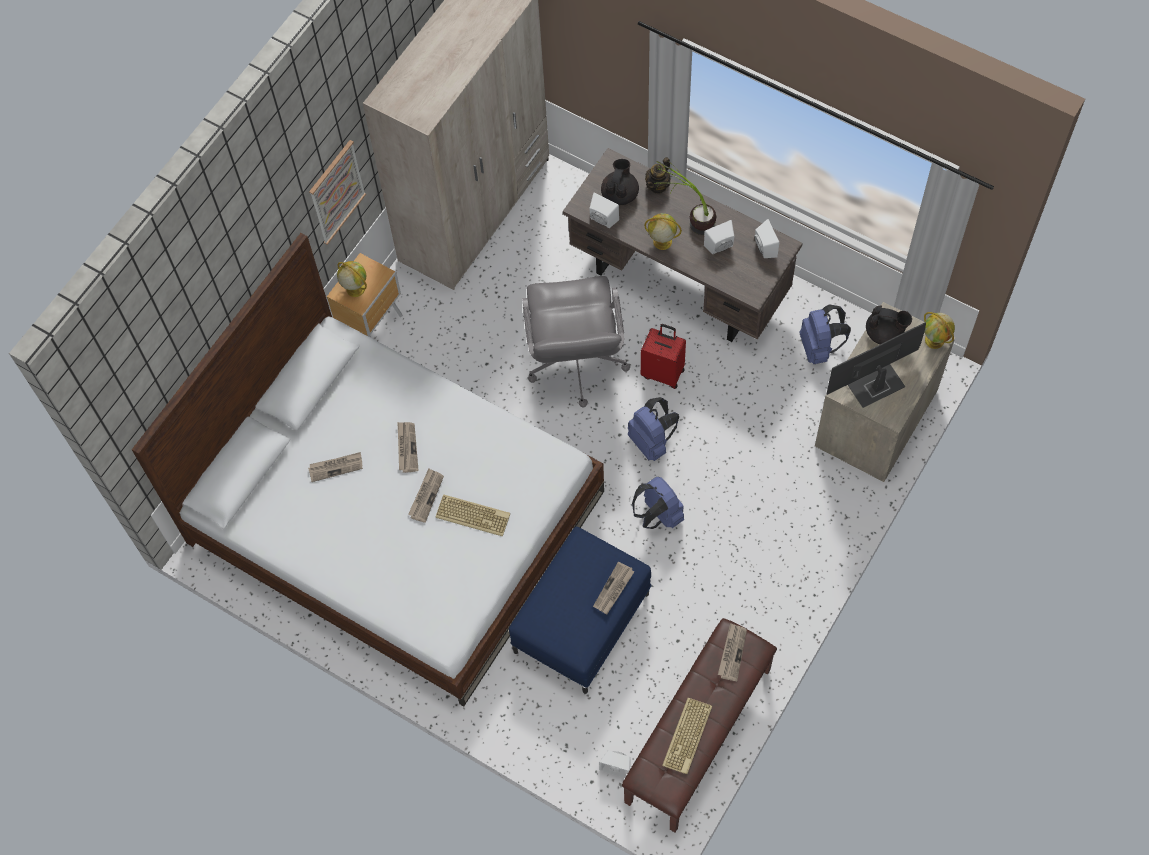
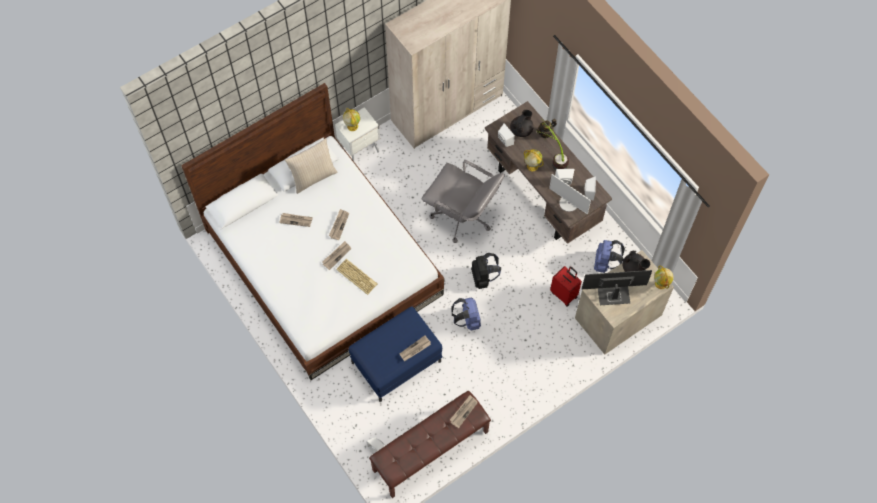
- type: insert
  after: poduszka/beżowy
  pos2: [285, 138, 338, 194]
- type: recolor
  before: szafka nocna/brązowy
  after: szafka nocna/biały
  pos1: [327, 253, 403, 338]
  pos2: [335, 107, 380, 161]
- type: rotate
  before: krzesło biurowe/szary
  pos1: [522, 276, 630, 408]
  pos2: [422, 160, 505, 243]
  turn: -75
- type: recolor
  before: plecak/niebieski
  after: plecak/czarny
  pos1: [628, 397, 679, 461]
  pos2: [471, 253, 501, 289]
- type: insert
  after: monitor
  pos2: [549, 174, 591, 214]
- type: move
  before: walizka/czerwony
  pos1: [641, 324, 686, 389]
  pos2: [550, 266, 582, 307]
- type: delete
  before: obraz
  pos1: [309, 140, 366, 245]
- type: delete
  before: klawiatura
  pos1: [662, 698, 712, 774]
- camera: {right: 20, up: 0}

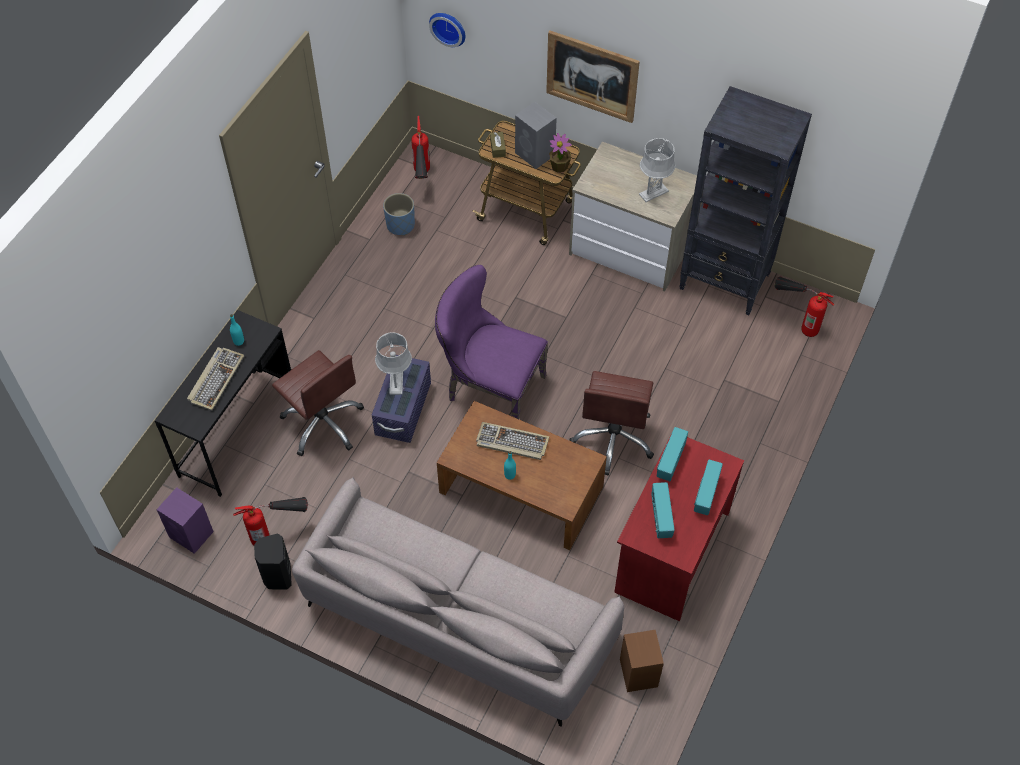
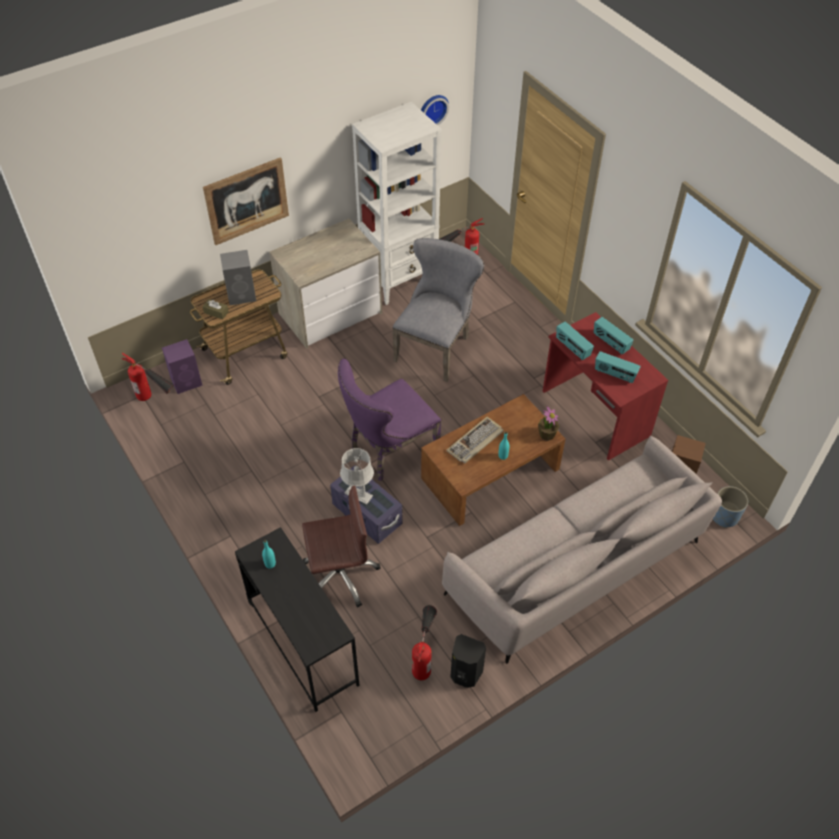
- type: move
  before: głośnik/fioletowy
  pos1: [157, 487, 214, 554]
  pos2: [162, 339, 202, 394]
- type: recolor
  before: regał/czarny
  after: regał/biały
  pos1: [679, 86, 812, 315]
  pos2: [352, 102, 442, 305]
- type: insert
  after: krzesło/szary
  pos2: [392, 238, 484, 382]
- type: move
  before: zegar ścienny
  pos1: [429, 13, 465, 47]
  pos2: [421, 95, 449, 125]
- type: move
  before: roślina doniczkowa
  pos1: [549, 133, 572, 173]
  pos2: [538, 406, 559, 441]
- type: move
  before: donica/niebieski
  pos1: [383, 193, 415, 236]
  pos2: [713, 486, 748, 528]
- type: delete
  before: klawiatura
  pos1: [187, 347, 244, 410]
- type: delete
  before: krzesło biurowe/brązowy
  pos1: [569, 371, 654, 476]
- type: delete
  before: lampa stołowa/szary
  pos1: [639, 138, 675, 202]
- camera: {right: -60, up: -5}

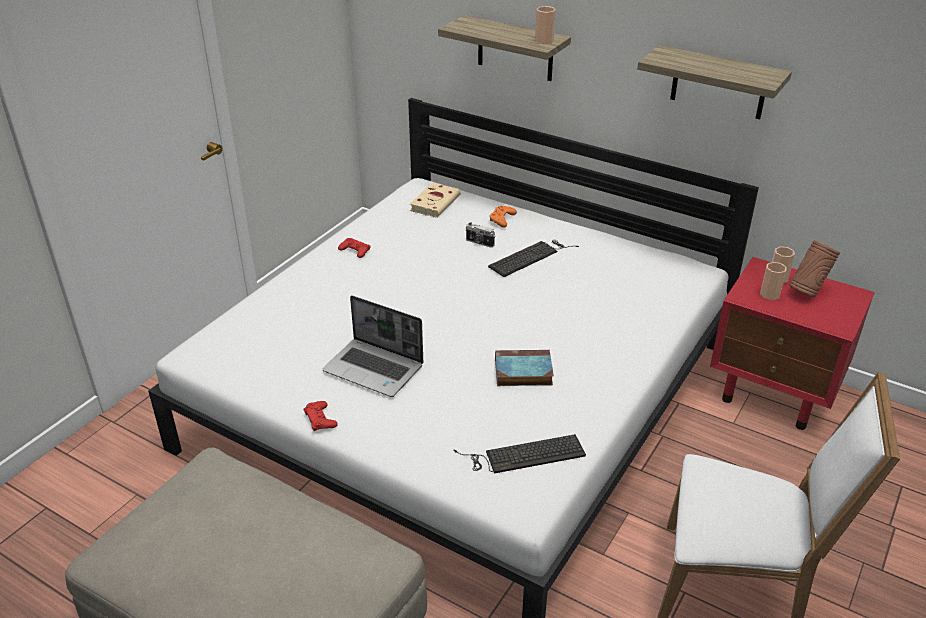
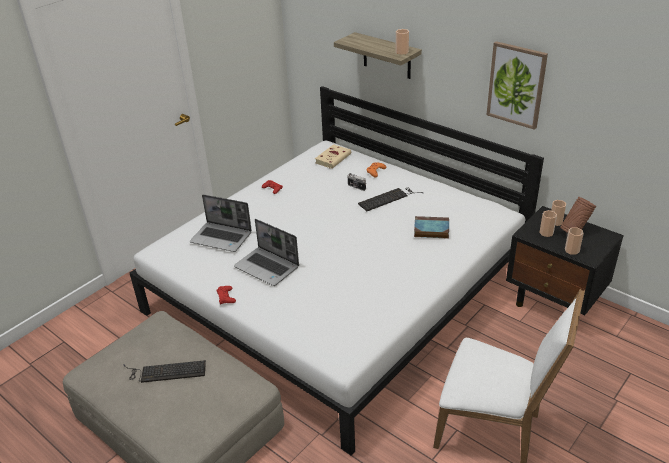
- type: move
  before: klawiatura
  pos1: [453, 434, 586, 474]
  pos2: [123, 360, 206, 383]
- type: insert
  after: laptop
  pos2: [190, 194, 252, 252]
- type: move
  before: książka
  pos1: [495, 350, 554, 386]
  pos2: [414, 216, 449, 239]
- type: replace
  before: półka
  after: obraz
  pos1: [637, 45, 792, 120]
  pos2: [487, 41, 548, 130]
- type: recolor
  before: szafka nocna/czerwony
  after: szafka nocna/czarny
  pos1: [710, 257, 875, 430]
  pos2: [506, 206, 624, 315]
- type: insert
  after: filiżanka
  pos2: [565, 227, 584, 255]
- camera: {right: 10, up: 0}

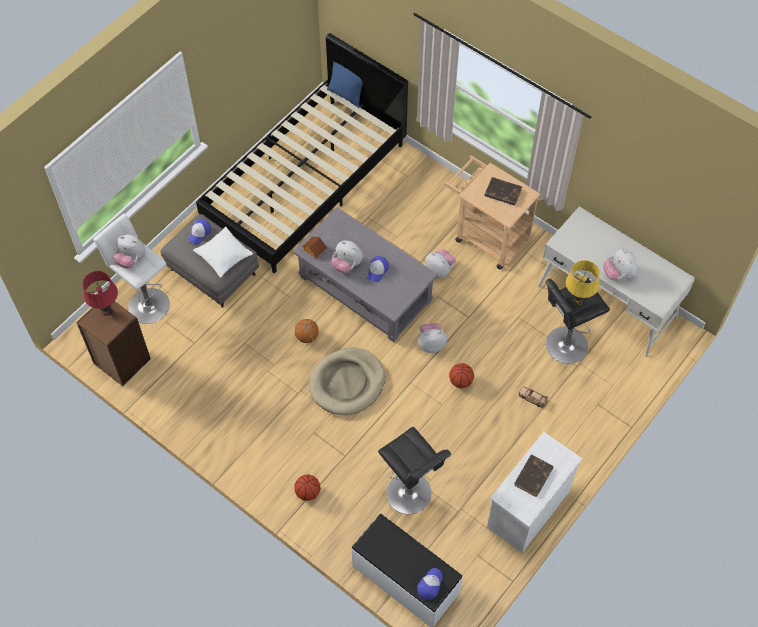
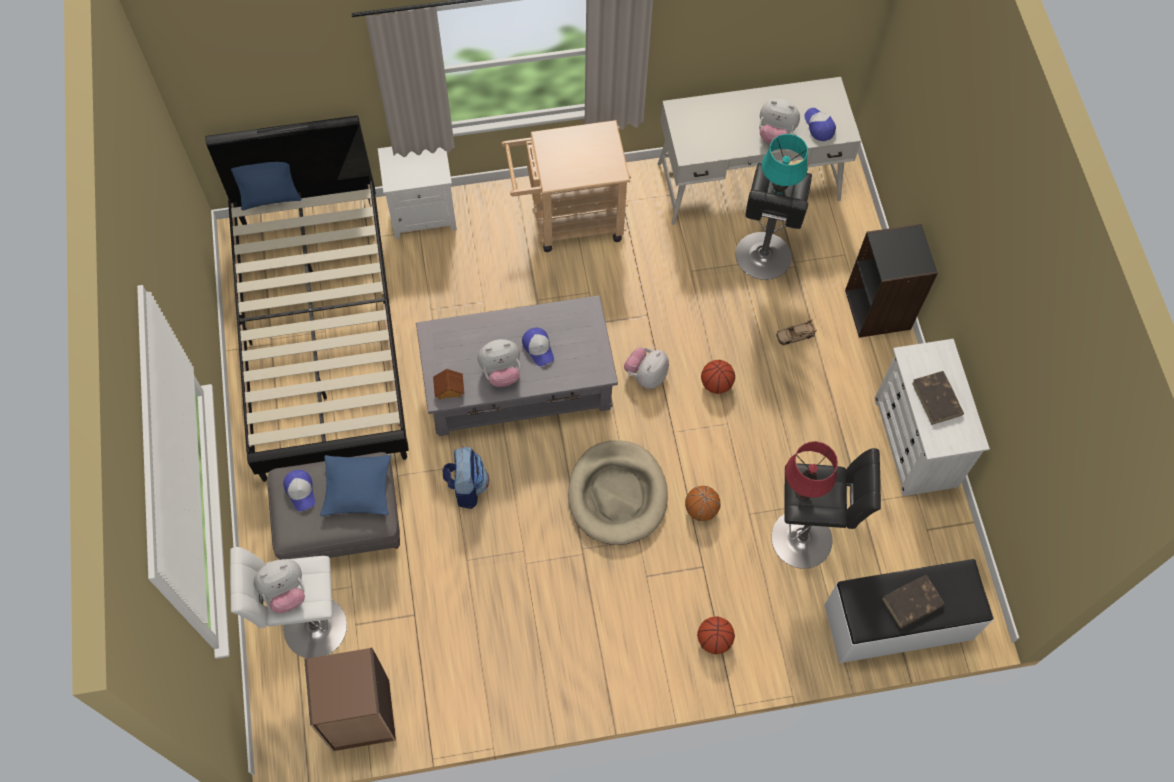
- type: recolor
  before: poduszka/biały
  after: poduszka/niebieski
  pos1: [193, 227, 253, 278]
  pos2: [320, 454, 391, 516]
- type: insert
  after: szafka nocna/biały
  pos2: [378, 146, 457, 239]
- type: insert
  after: plecak
  pos2: [443, 446, 489, 509]
- type: move
  before: piłka do koszykówki
  pos1: [295, 319, 319, 343]
  pos2: [685, 486, 720, 521]
- type: recolor
  before: lampa stołowa/żółty
  after: lampa stołowa/turkusowy
  pos1: [566, 260, 600, 305]
  pos2: [762, 134, 808, 196]
- type: move
  before: lampa stołowa/czerwony
  pos1: [82, 271, 118, 316]
  pos2: [785, 441, 838, 500]
- type: move
  before: czapka z daszkiem
  pos1: [417, 568, 443, 600]
  pos2: [804, 108, 836, 141]
- type: insert
  after: regał/czarny
  pos2: [845, 224, 938, 338]
- type: move
  before: książka/brązowy
  pos1: [484, 177, 522, 206]
  pos2: [882, 575, 945, 629]
- type: delete
  before: pluszak
  pos1: [425, 249, 456, 278]
- camera: {right: -50, up: 5}

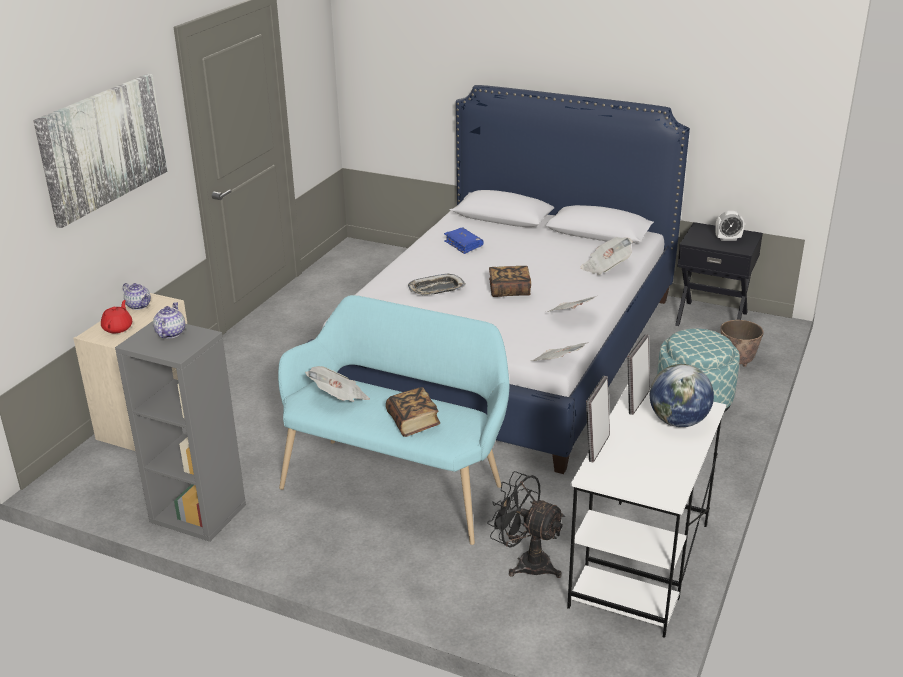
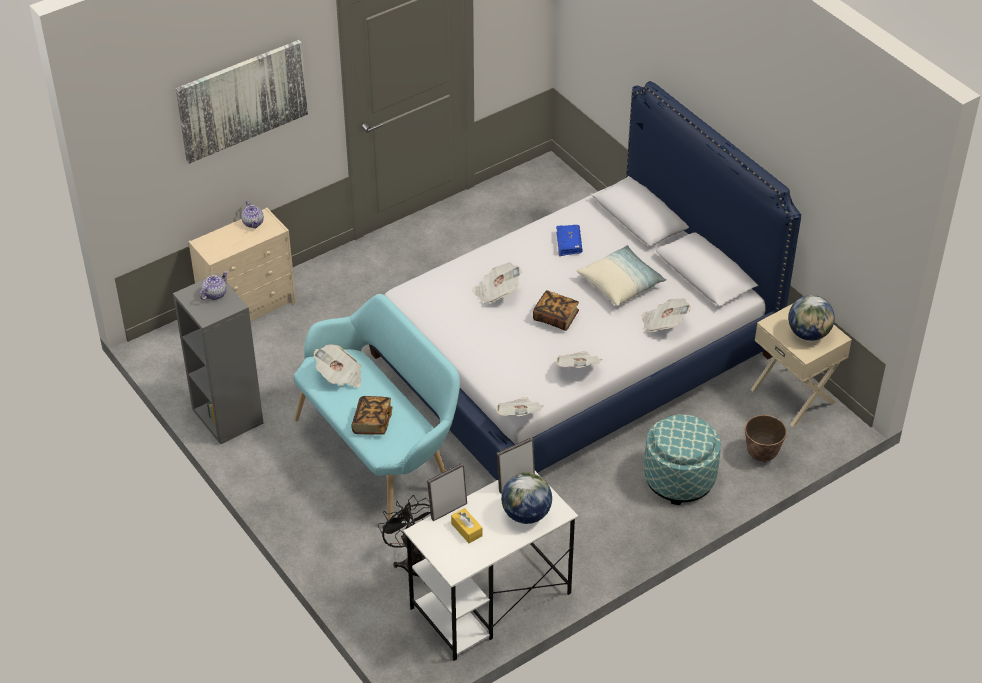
- type: insert
  after: pudełko chusteczek/żółty
  pos2: [451, 508, 482, 543]
- type: replace
  before: taca
  after: gazeta
  pos1: [408, 274, 466, 295]
  pos2: [472, 262, 522, 304]
- type: insert
  after: poduszka
  pos2: [576, 245, 667, 306]
- type: recolor
  before: szafka nocna/czarny
  after: szafka nocna/beżowy
  pos1: [675, 222, 763, 326]
  pos2: [751, 304, 852, 427]
- type: replace
  before: budzik
  after: globus
  pos1: [715, 211, 744, 241]
  pos2: [788, 295, 835, 341]
- type: delete
  before: imbryk/czerwony
  pos1: [101, 300, 132, 333]
- camera: {right: 30, up: 15}

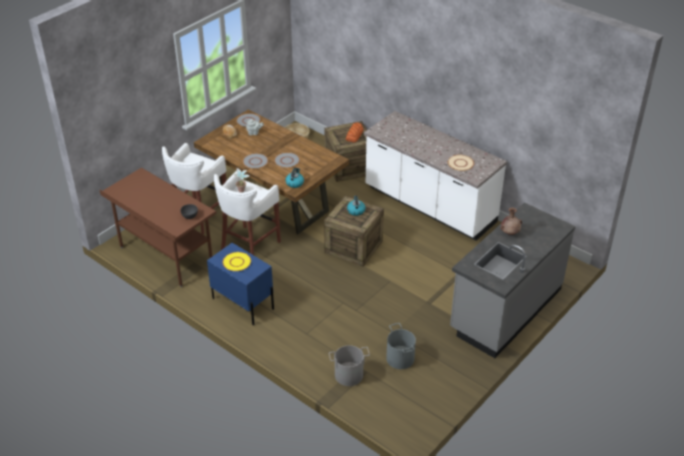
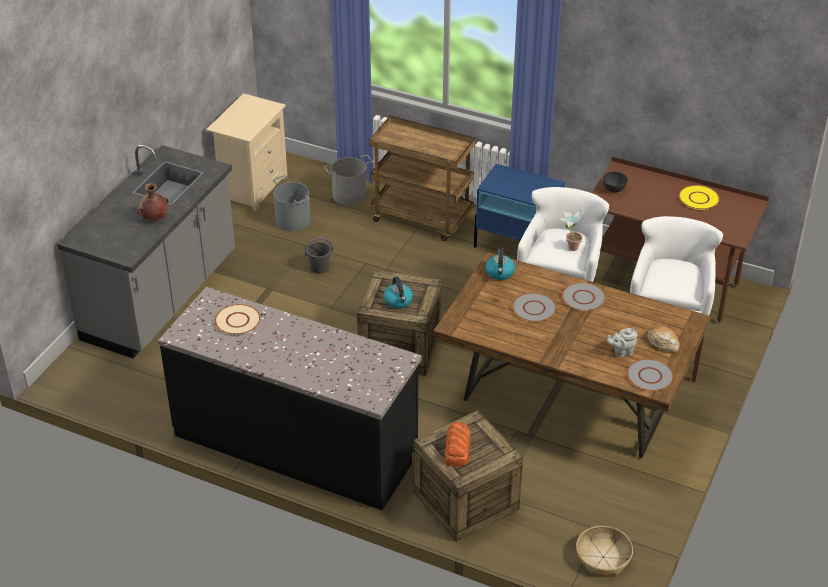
- type: recolor
  before: zabudowa kuchenna/biały
  after: zabudowa kuchenna/czarny
  pos1: [364, 111, 507, 241]
  pos2: [158, 287, 422, 510]
- type: insert
  after: szafka nocna/beżowy
  pos2: [206, 93, 287, 211]
- type: insert
  after: wiadro/szary
  pos2: [305, 238, 333, 274]
- type: insert
  after: wózek/brązowy
  pos2: [369, 116, 476, 241]
- type: move
  before: talerz/żółty
  pos1: [223, 252, 251, 271]
  pos2: [679, 185, 720, 210]
- camera: {right: 165, up: 0}

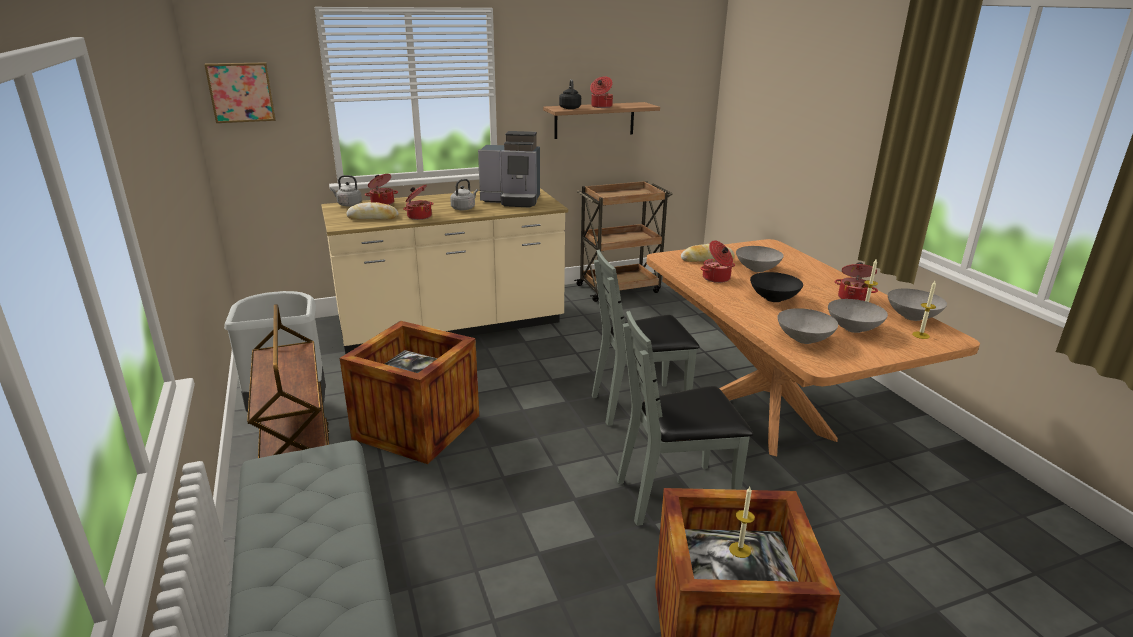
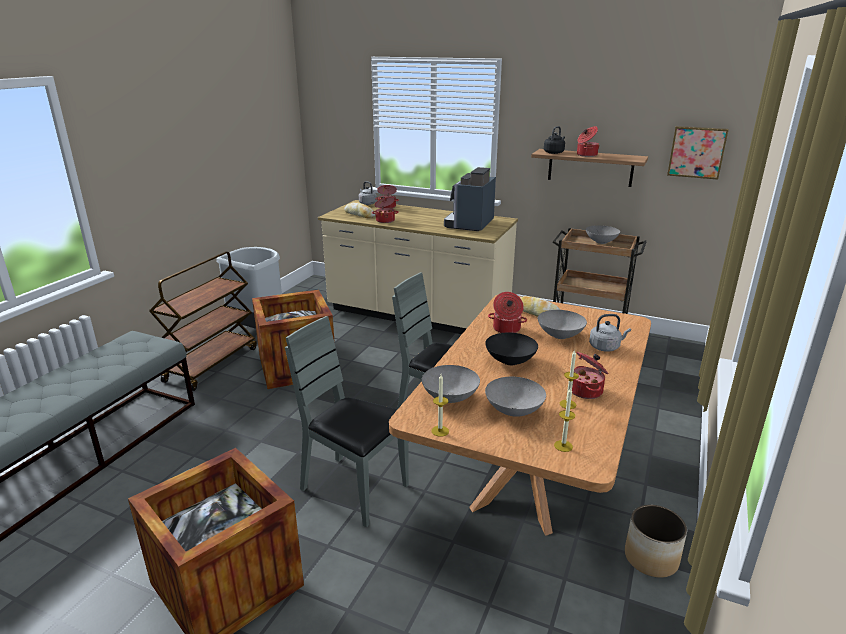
- type: move
  before: świeca
  pos1: [729, 487, 755, 558]
  pos2: [431, 375, 449, 437]
- type: rotate
  before: ekspres do kawy
  pos1: [478, 131, 540, 207]
  pos2: [444, 167, 496, 231]
  turn: 60
- type: move
  before: miska/szary
  pos1: [888, 289, 947, 321]
  pos2: [586, 225, 620, 244]
- type: move
  before: czajnik/szary
  pos1: [450, 179, 478, 210]
  pos2: [589, 314, 631, 352]
- type: insert
  after: donica
  pos2: [625, 505, 687, 578]
- type: move
  before: obraz
  pos1: [204, 62, 276, 123]
  pos2: [667, 126, 729, 180]
- camera: {right: 45, up: 0}

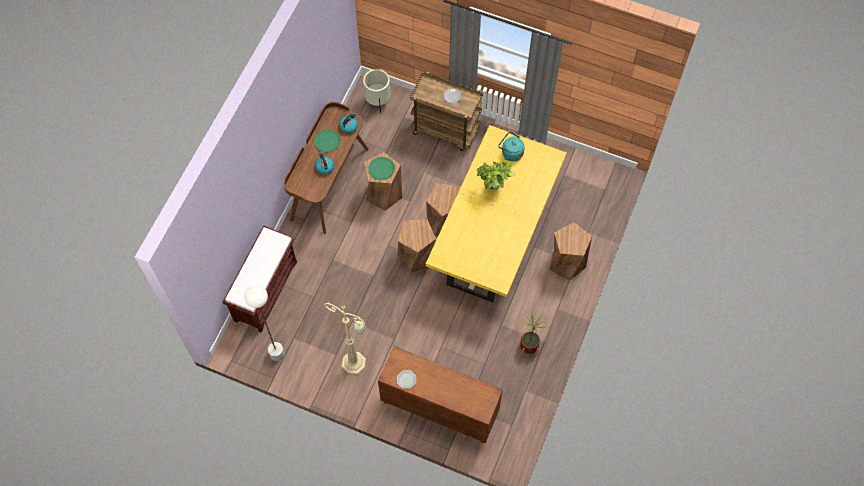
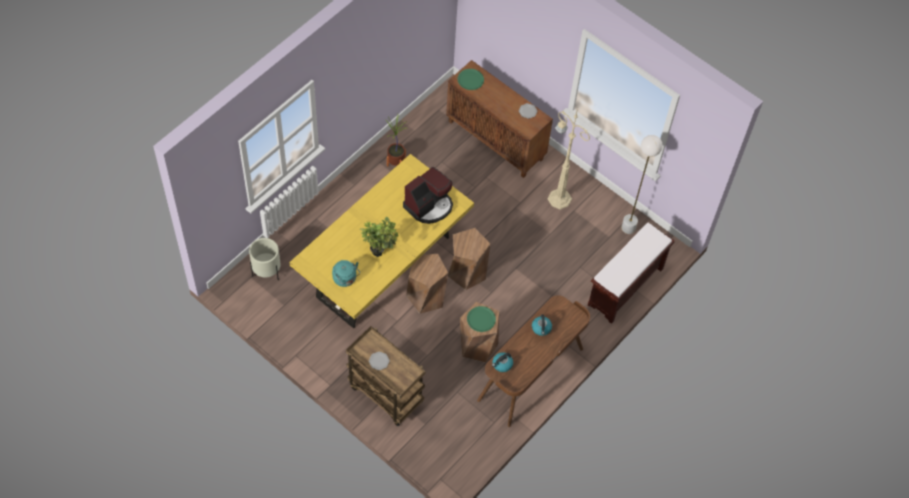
- type: move
  before: donica/beżowy
  pos1: [363, 69, 390, 113]
  pos2: [249, 238, 281, 280]
- type: insert
  after: ekspres do kawy
  pos2: [403, 167, 453, 224]
- type: move
  before: talerz/zielony
  pos1: [314, 129, 341, 152]
  pos2: [458, 69, 484, 90]
- type: delete
  before: stołek/brązowy
  pos1: [549, 222, 592, 281]
- camera: {right: -165, up: -5}

